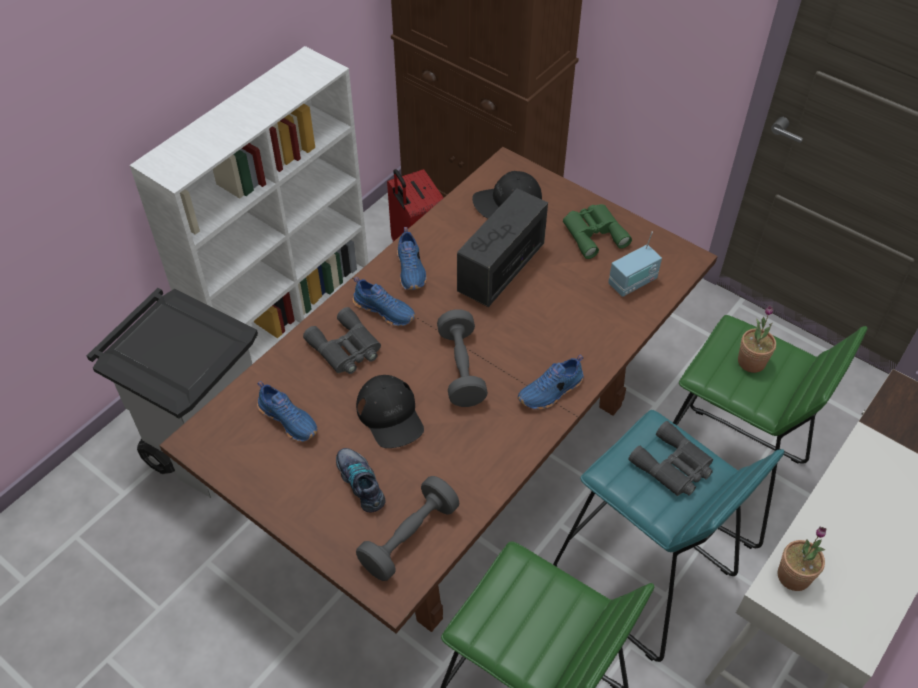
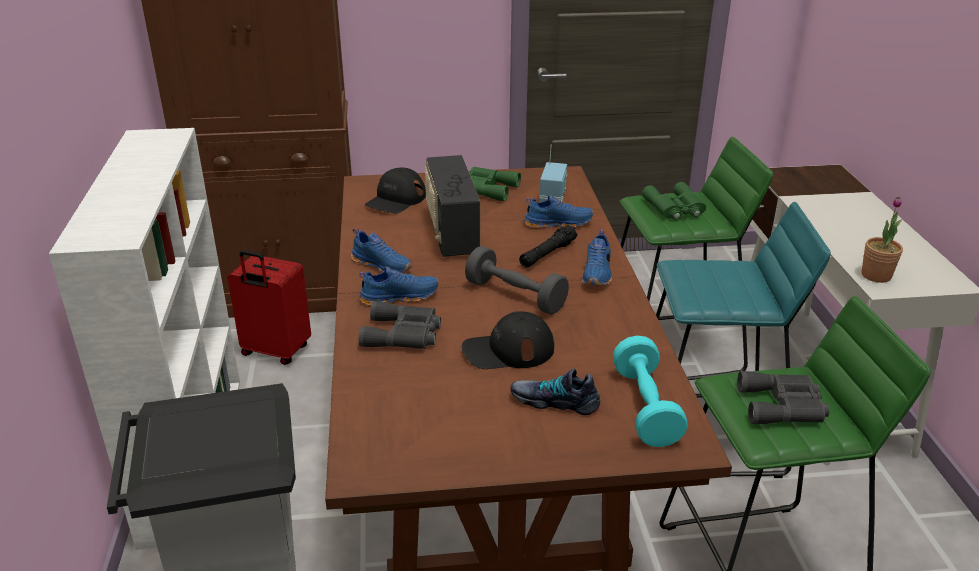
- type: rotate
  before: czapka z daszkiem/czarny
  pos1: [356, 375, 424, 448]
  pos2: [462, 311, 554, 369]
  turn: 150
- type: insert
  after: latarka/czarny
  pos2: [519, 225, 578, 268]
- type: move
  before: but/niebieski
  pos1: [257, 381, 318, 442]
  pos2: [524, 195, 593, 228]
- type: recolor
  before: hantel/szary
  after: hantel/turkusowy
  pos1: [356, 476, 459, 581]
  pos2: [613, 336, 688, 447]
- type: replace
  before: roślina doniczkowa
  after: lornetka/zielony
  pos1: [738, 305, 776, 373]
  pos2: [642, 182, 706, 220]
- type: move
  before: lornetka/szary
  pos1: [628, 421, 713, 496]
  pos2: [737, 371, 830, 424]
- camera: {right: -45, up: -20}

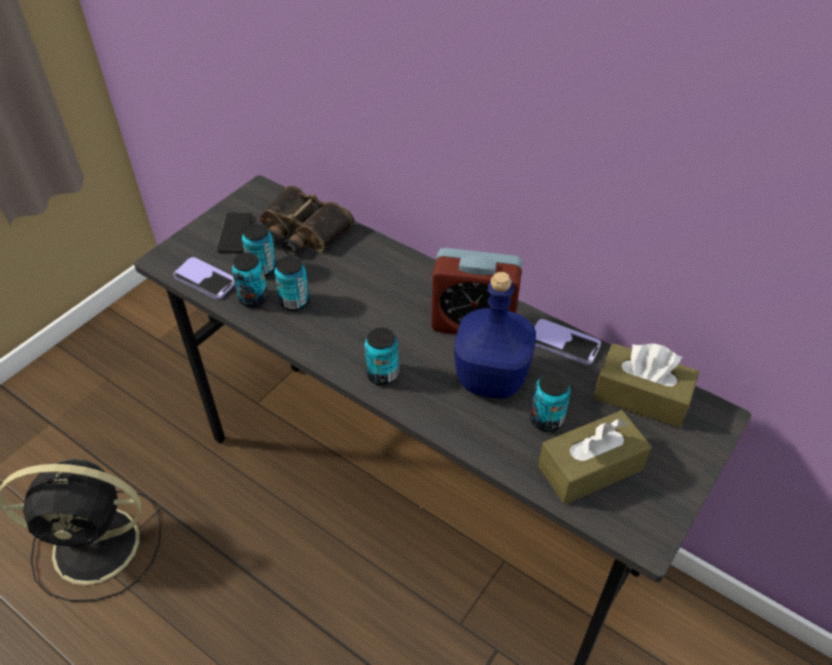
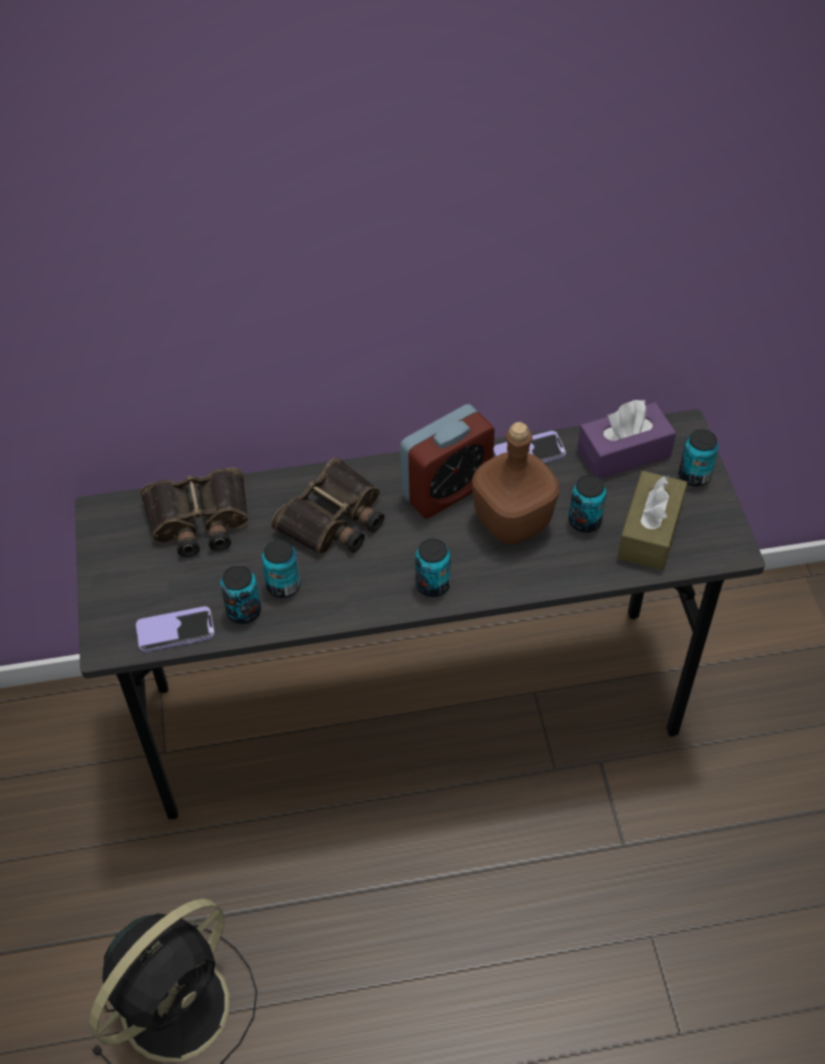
- type: insert
  after: lornetka
  pos2: [271, 458, 385, 555]
- type: recolor
  before: butelka/niebieski
  after: butelka/brązowy
  pos1: [454, 272, 536, 398]
  pos2: [472, 422, 559, 545]
- type: recolor
  before: pudełko chusteczek/brązowy
  after: pudełko chusteczek/fioletowy
  pos1: [593, 343, 699, 428]
  pos2: [577, 400, 676, 479]
- type: move
  before: puszka
  pos1: [242, 223, 277, 277]
  pos2: [679, 429, 719, 486]
- type: delete
  before: telefon
  pos1: [216, 213, 252, 253]
- camera: {right: -45, up: 5}

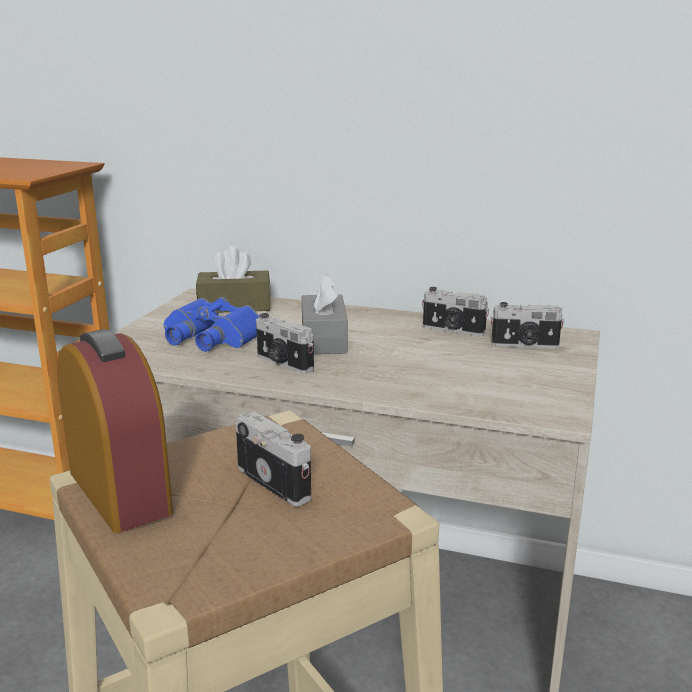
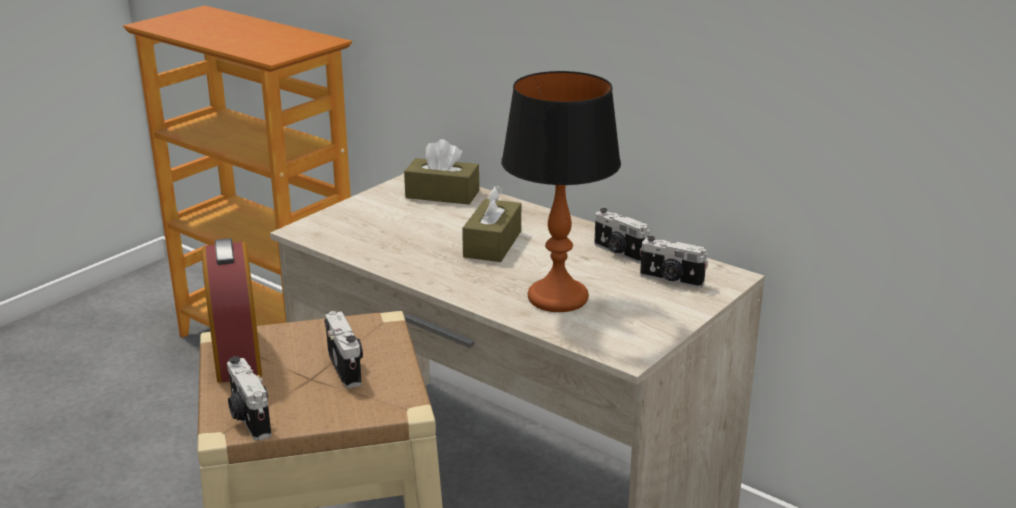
- type: move
  before: aparat fotograficzny
  pos1: [256, 313, 314, 374]
  pos2: [227, 356, 271, 441]
- type: recolor
  before: pudełko chusteczek/szary
  after: pudełko chusteczek/brązowy
  pos1: [302, 274, 348, 354]
  pos2: [462, 186, 521, 262]
- type: insert
  after: lampa stołowa
  pos2: [501, 71, 621, 312]
- type: delete
  before: lornetka/niebieski
  pos1: [164, 297, 269, 352]
- camera: {right: 20, up: 5}

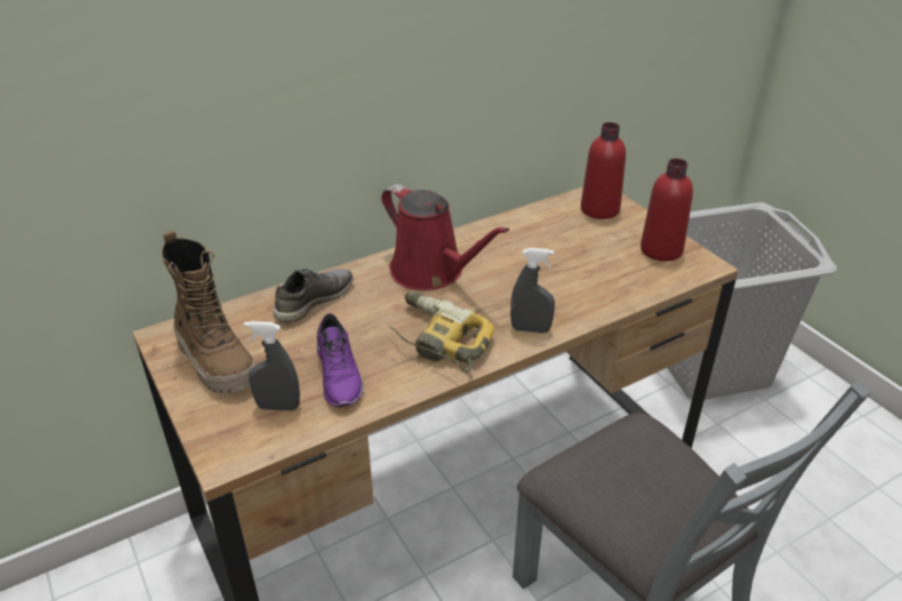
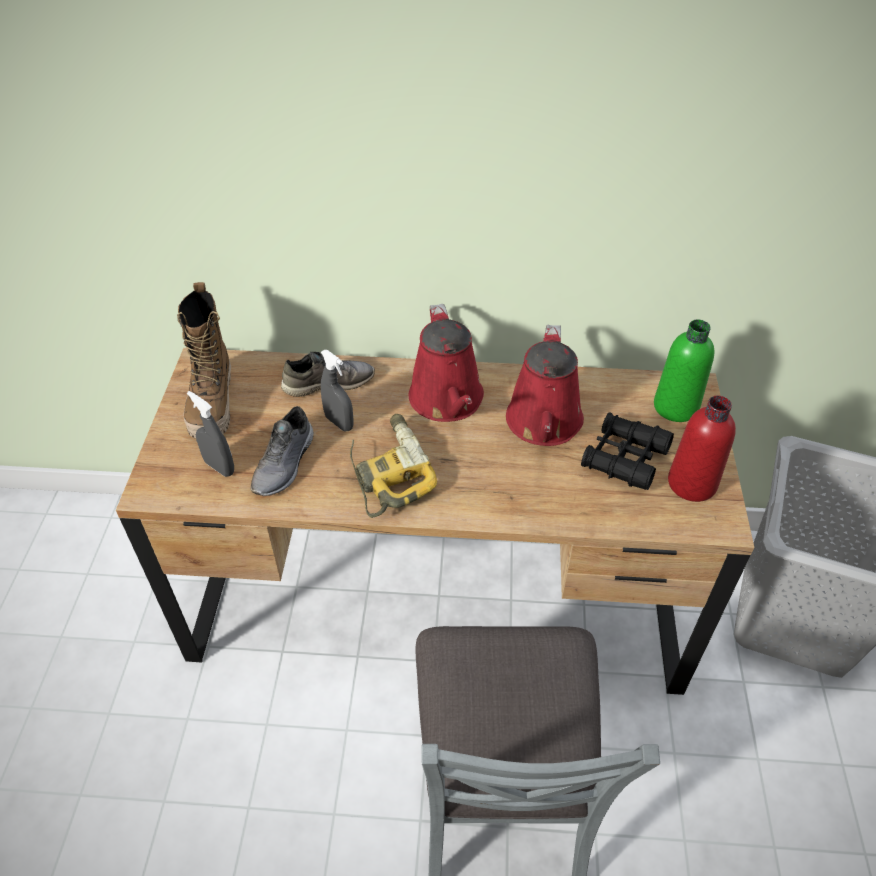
- type: recolor
  before: but/fioletowy
  after: but/szary
  pos1: [316, 313, 363, 407]
  pos2: [250, 406, 314, 496]
- type: move
  before: spryskiwacz/szary
  pos1: [511, 248, 555, 333]
  pos2: [321, 350, 354, 431]
- type: insert
  after: konewka/czerwony
  pos2: [506, 325, 584, 446]
- type: insert
  after: lornetka/czarny
  pos2: [581, 412, 674, 490]
- type: recolor
  before: butelka/czerwony
  after: butelka/zielony
  pos1: [581, 122, 626, 219]
  pos2: [654, 319, 714, 422]
- camera: {right: 35, up: 10}

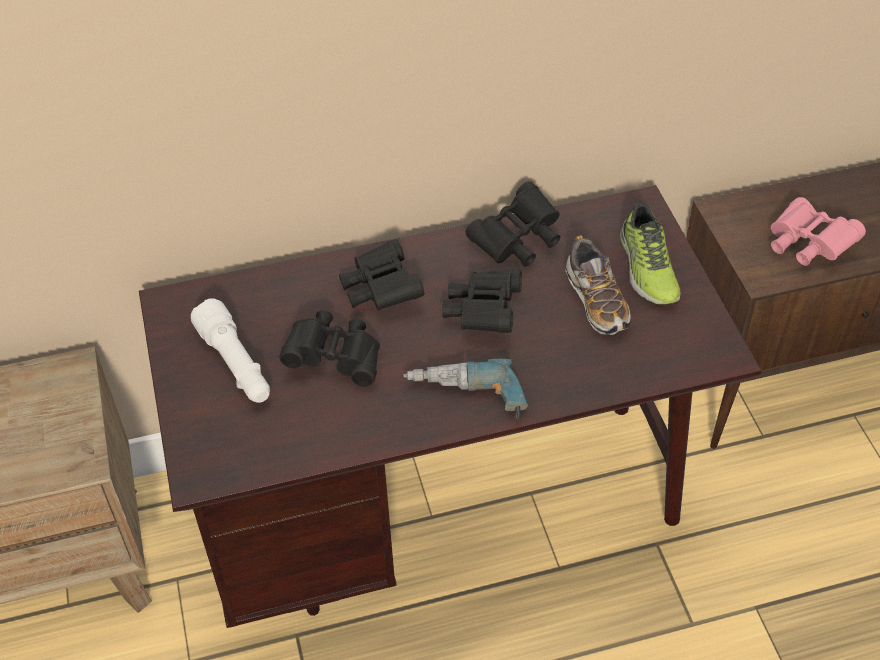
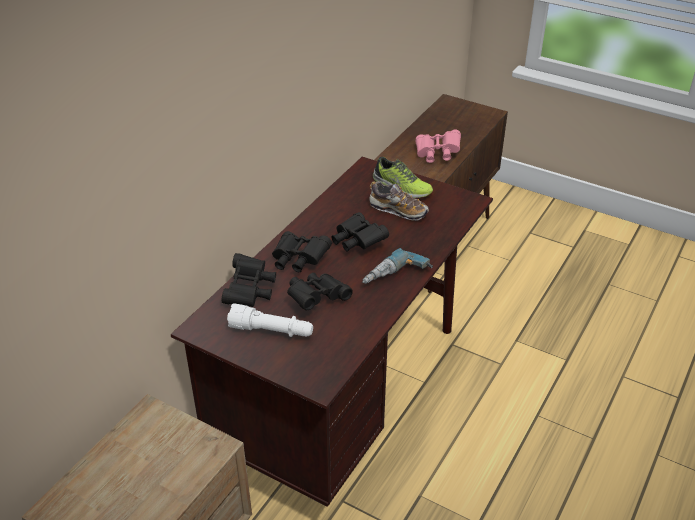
- type: move
  before: lornetka/czarny
  pos1: [466, 181, 561, 267]
  pos2: [222, 253, 276, 307]
- camera: {right: -45, up: -10}

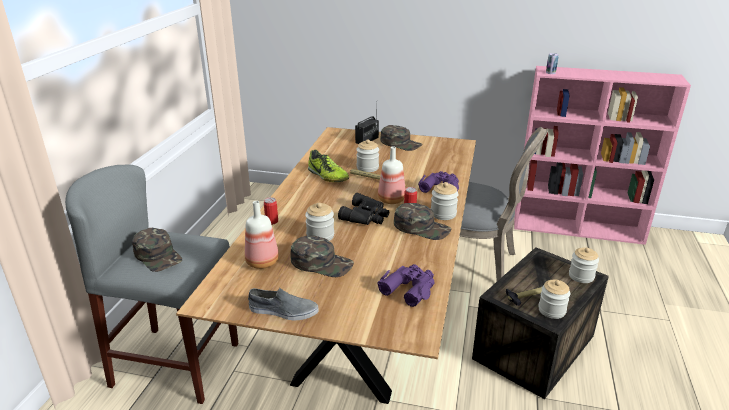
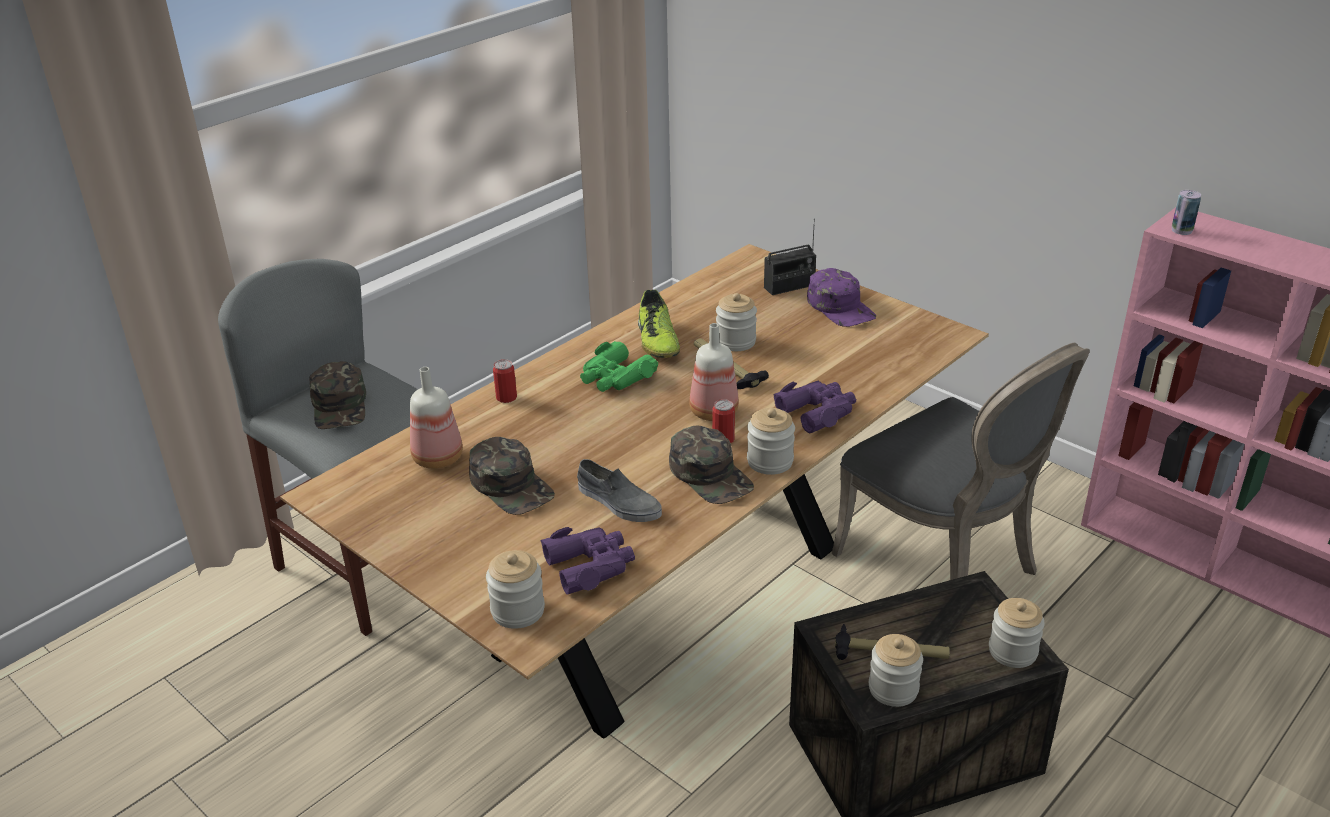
- type: move
  before: słoik
  pos1: [305, 203, 334, 241]
  pos2: [486, 550, 545, 629]
- type: move
  before: but/szary
  pos1: [248, 288, 319, 321]
  pos2: [577, 459, 662, 522]
- type: insert
  after: lornetka/zielony
  pos2: [580, 341, 658, 392]
- type: recolor
  before: czapka z daszkiem/zielony
  after: czapka z daszkiem/fioletowy
  pos1: [380, 125, 422, 151]
  pos2: [807, 268, 876, 327]
- type: delete
  before: lornetka/czarny
  pos1: [338, 193, 389, 225]
- camera: {right: 30, up: 5}

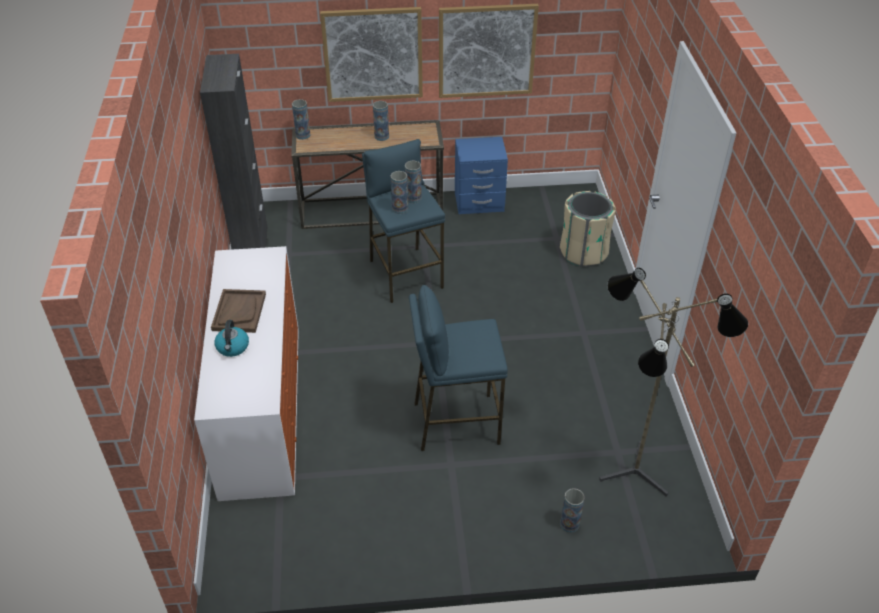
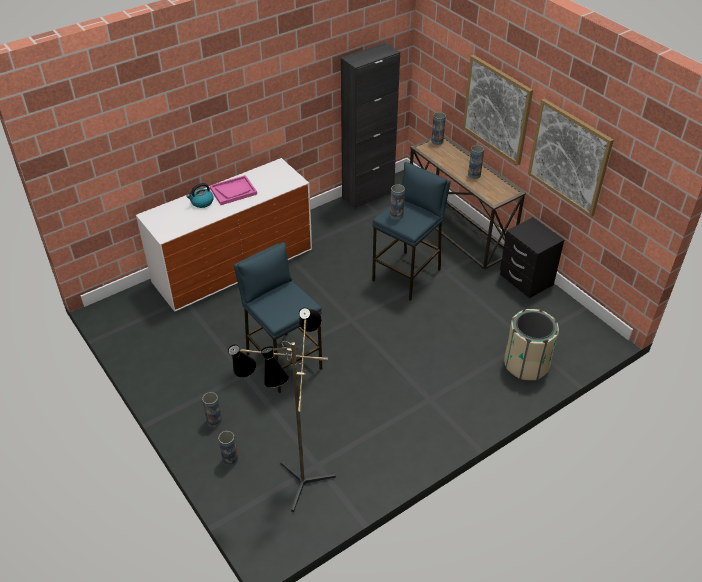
- type: move
  before: wazon
  pos1: [405, 161, 422, 203]
  pos2: [202, 392, 222, 427]
- type: recolor
  before: taca/brązowy
  after: taca/różowy
  pos1: [211, 289, 266, 333]
  pos2: [210, 175, 257, 205]
- type: recolor
  before: szafka nocna/niebieski
  after: szafka nocna/czarny
  pos1: [455, 137, 508, 214]
  pos2: [500, 217, 564, 298]
- camera: {right: 60, up: 0}

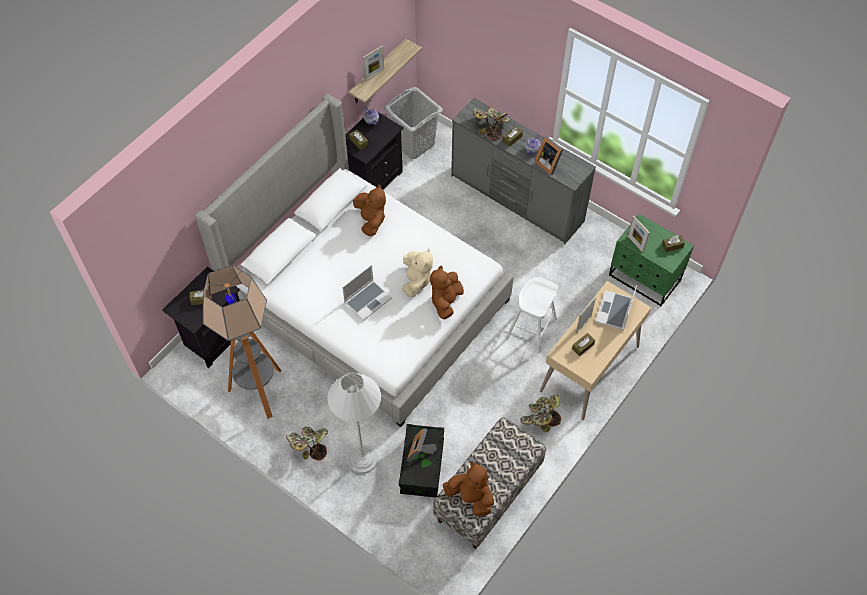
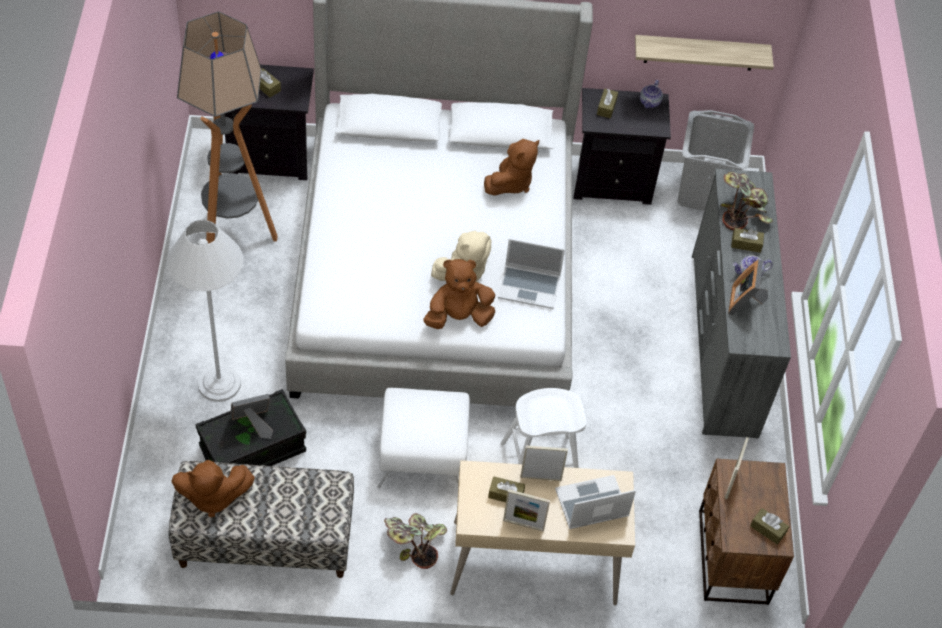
- type: rotate
  before: pluszak/brązowy
  pos1: [443, 462, 494, 516]
  pos2: [171, 460, 255, 517]
  turn: 90
- type: insert
  after: pufa/biały
  pos2: [377, 388, 470, 488]
- type: move
  before: laptop
  pos1: [342, 265, 392, 321]
  pos2: [498, 239, 565, 309]
- type: move
  before: ramka na zdjęcie
  pos1: [363, 46, 384, 81]
  pos2: [503, 489, 550, 532]
- type: recolor
  before: szafka nocna/zielony
  after: szafka nocna/brązowy
  pos1: [609, 214, 694, 307]
  pos2: [699, 458, 794, 605]
- type: delete
  before: roślina doniczkowa
  pos1: [286, 427, 328, 461]
- camera: {right: 50, up: -5}

